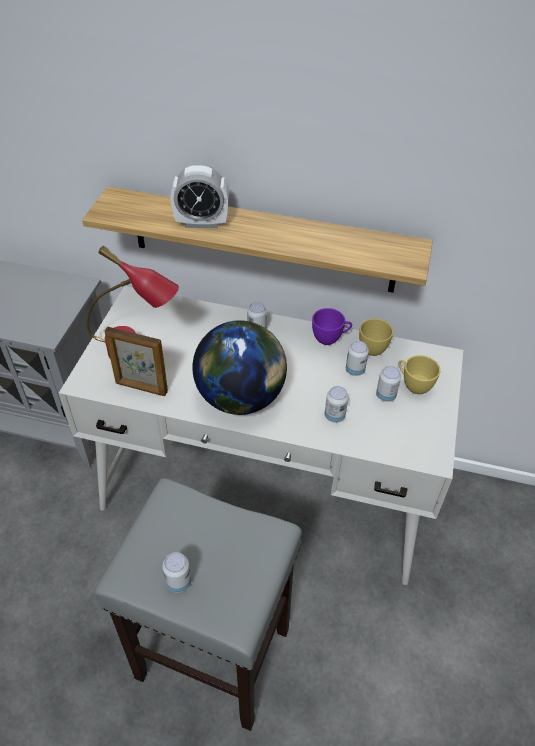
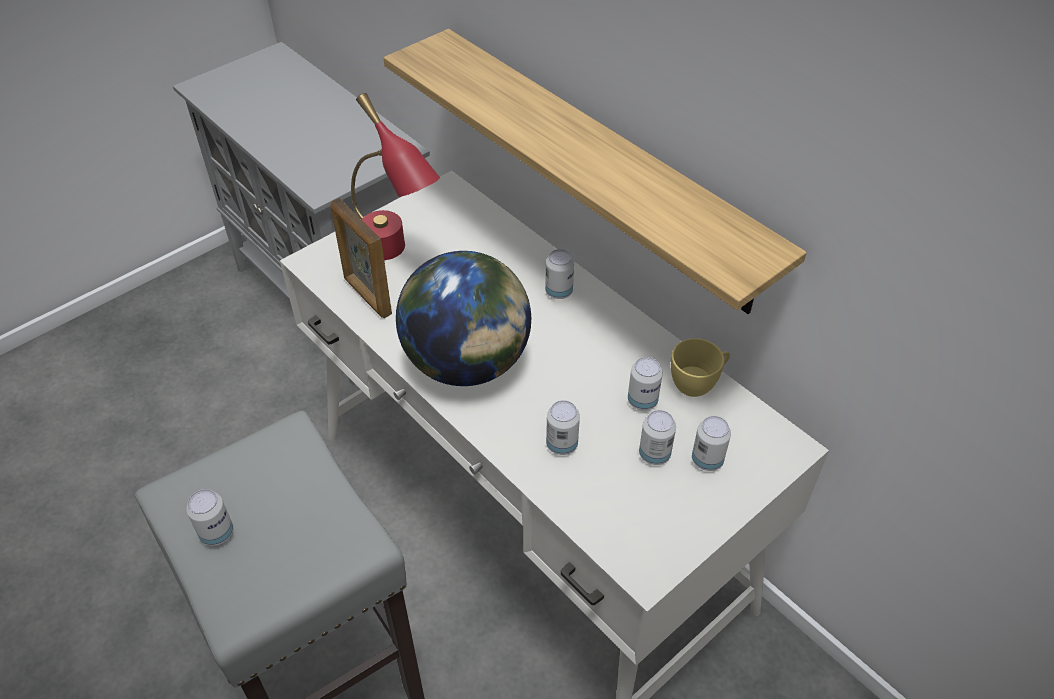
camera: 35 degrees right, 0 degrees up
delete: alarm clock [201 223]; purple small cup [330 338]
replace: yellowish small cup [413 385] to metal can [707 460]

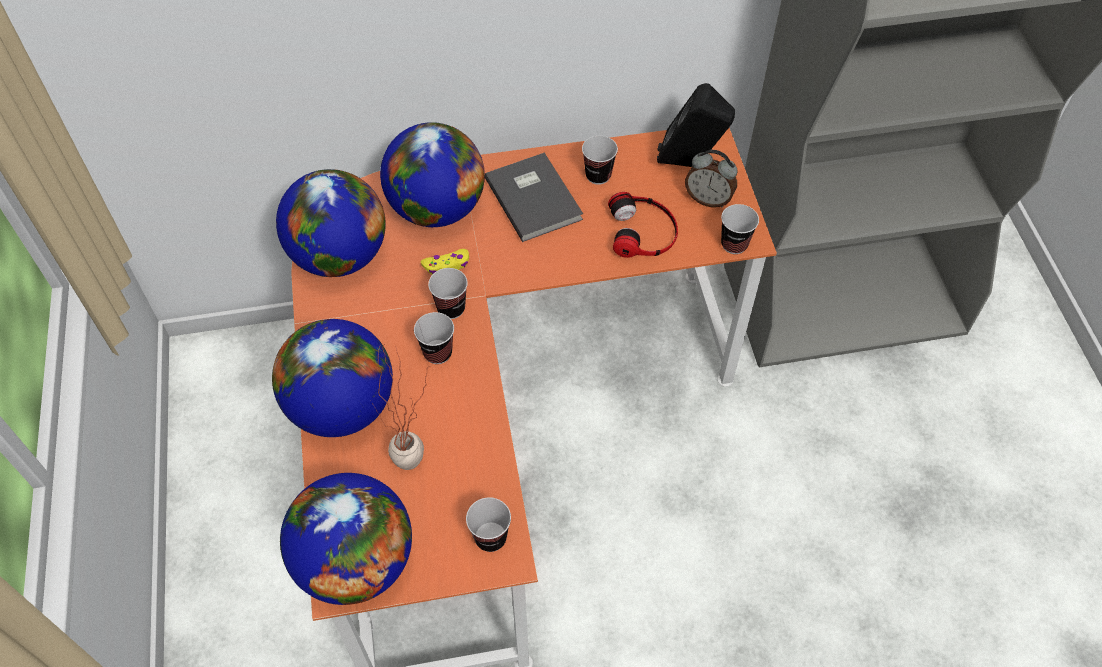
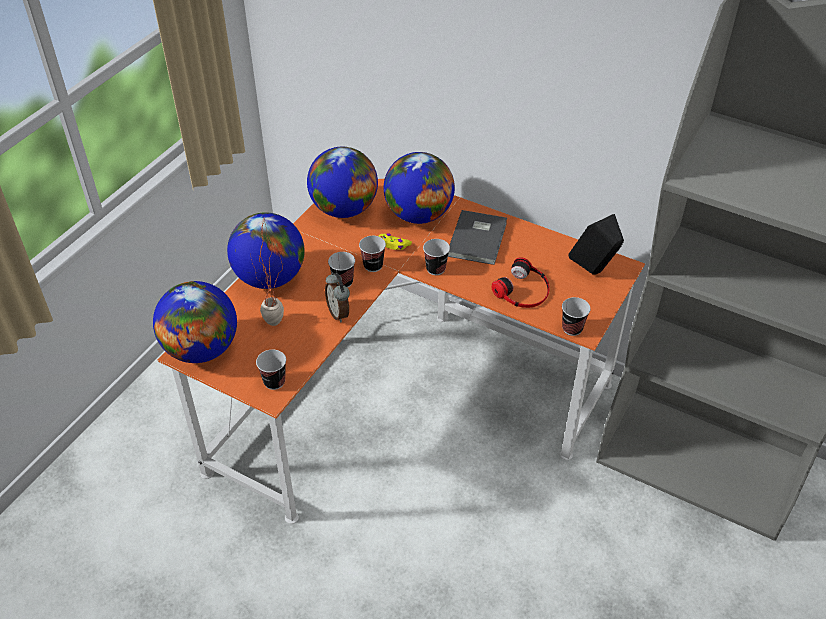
camera: 40 degrees right, 10 degrees down
move: small cup [598 175] to [435 269]; alarm clock [708 199] to [339 313]

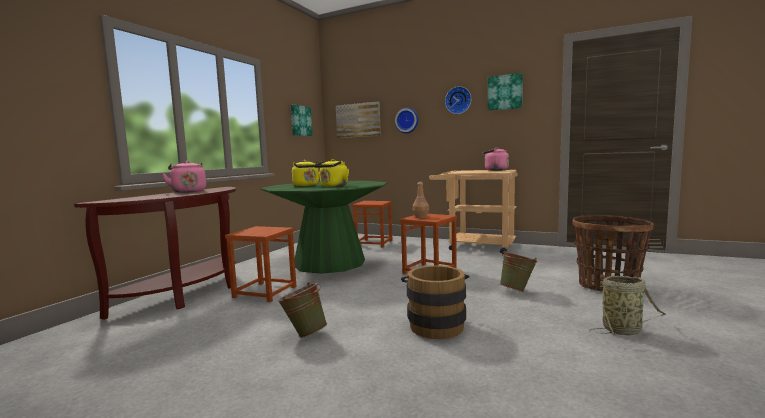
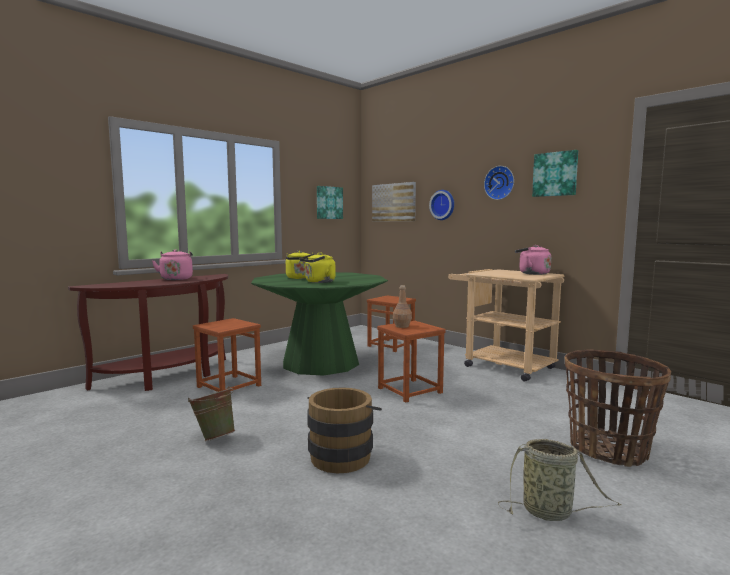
camera: 20 degrees right, 0 degrees up
delete: green bucket [517 290]

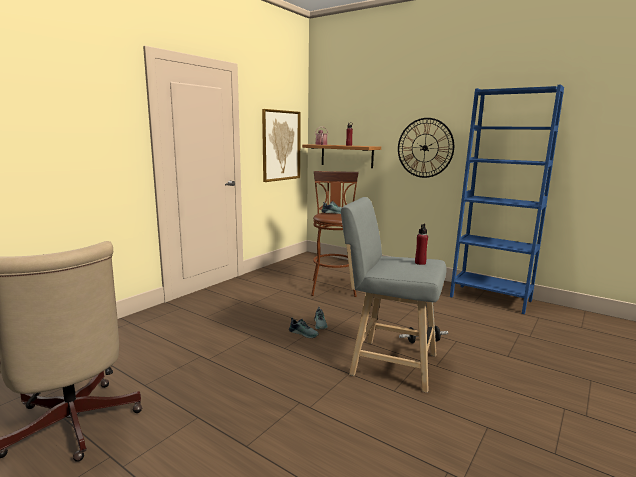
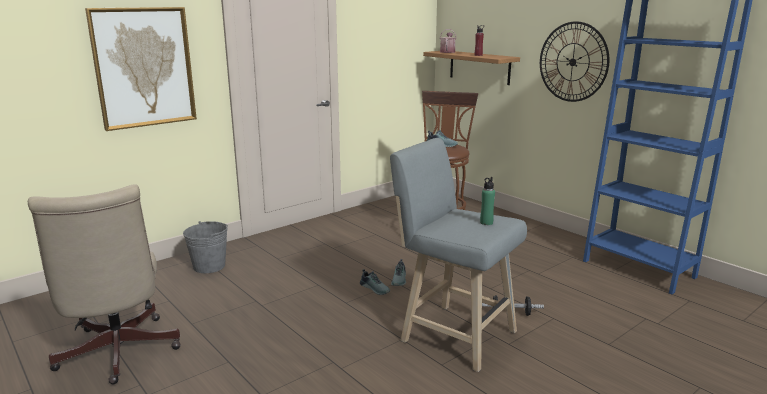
camera: 15 degrees right, 5 degrees up
insert: gray bucket [209 266]
move: wall art [281 145] to [144 67]
recolor: red-coloured drink bottle [420 263] to green drink bottle [486 222]

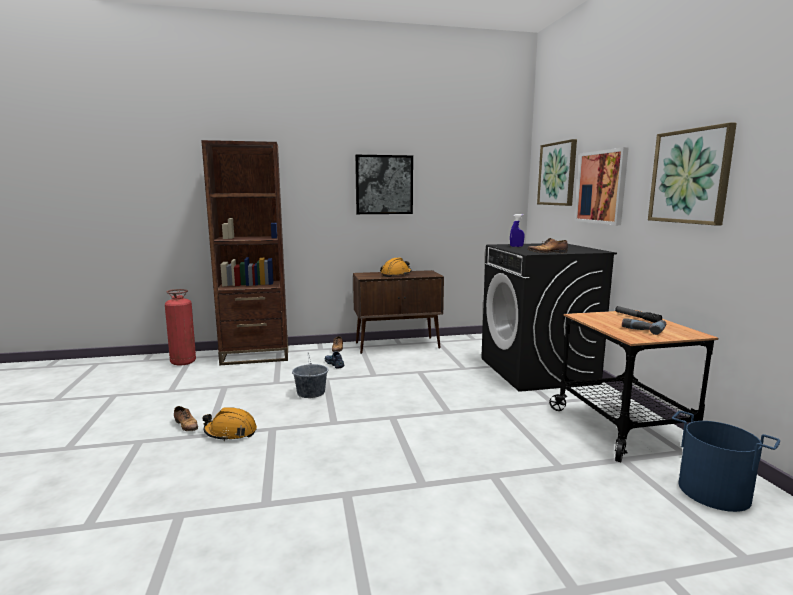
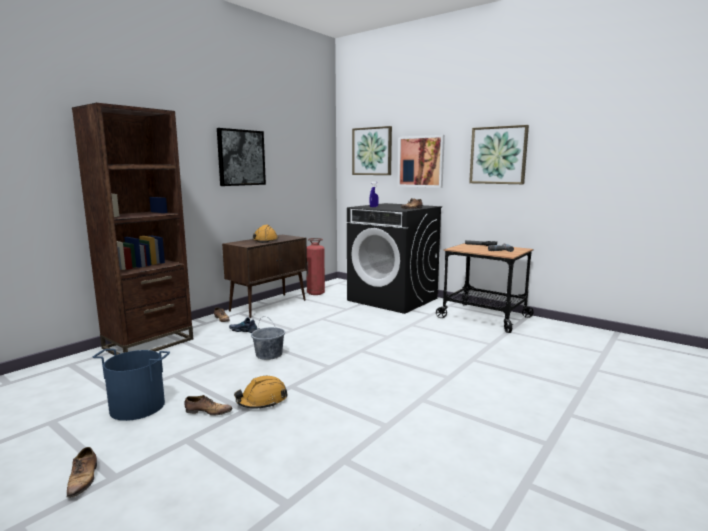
camera: 40 degrees left, 0 degrees up
insert: shoe [83 480]
move: extinguisher [183 362] to [315 293]; blue bucket [714 491] to [138 406]

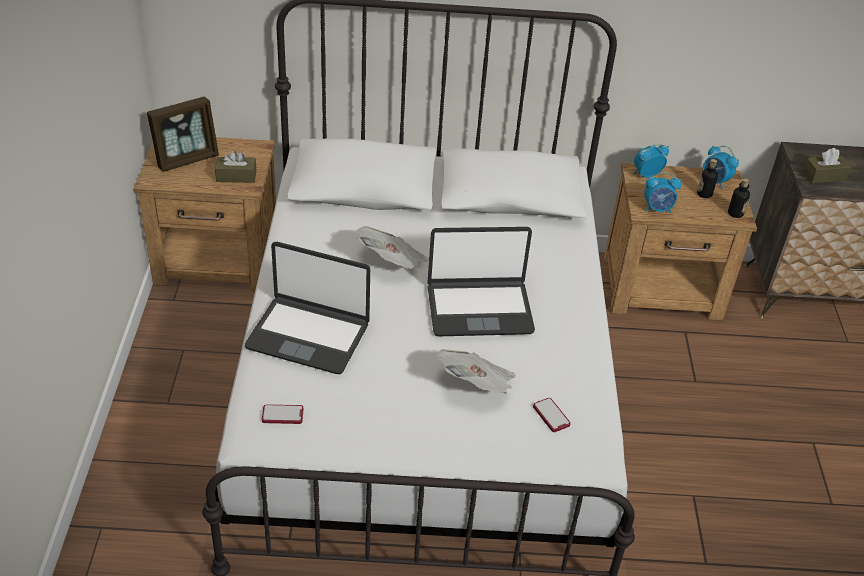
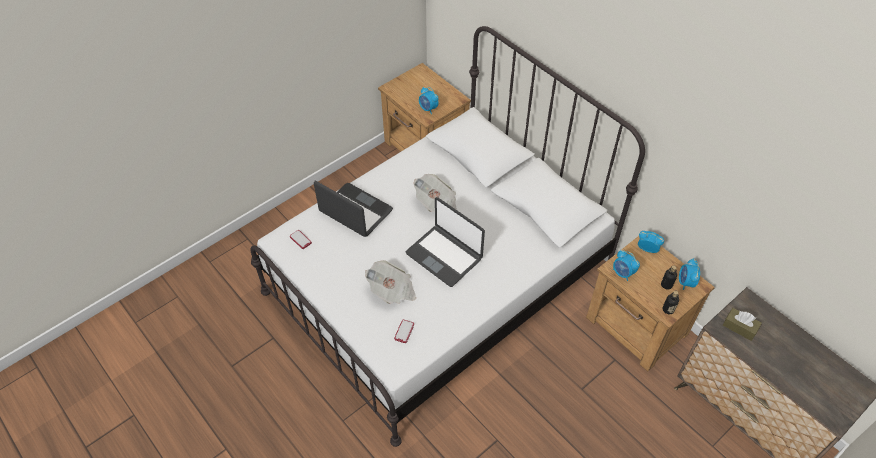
camera: 50 degrees right, 10 degrees up
delete: picture frame [187 159]
replace: brownish tissue holder [236 176] to alarm clock [428 109]
rotate: notebook computer [308 335] = [355 211] 150 degrees clockwise

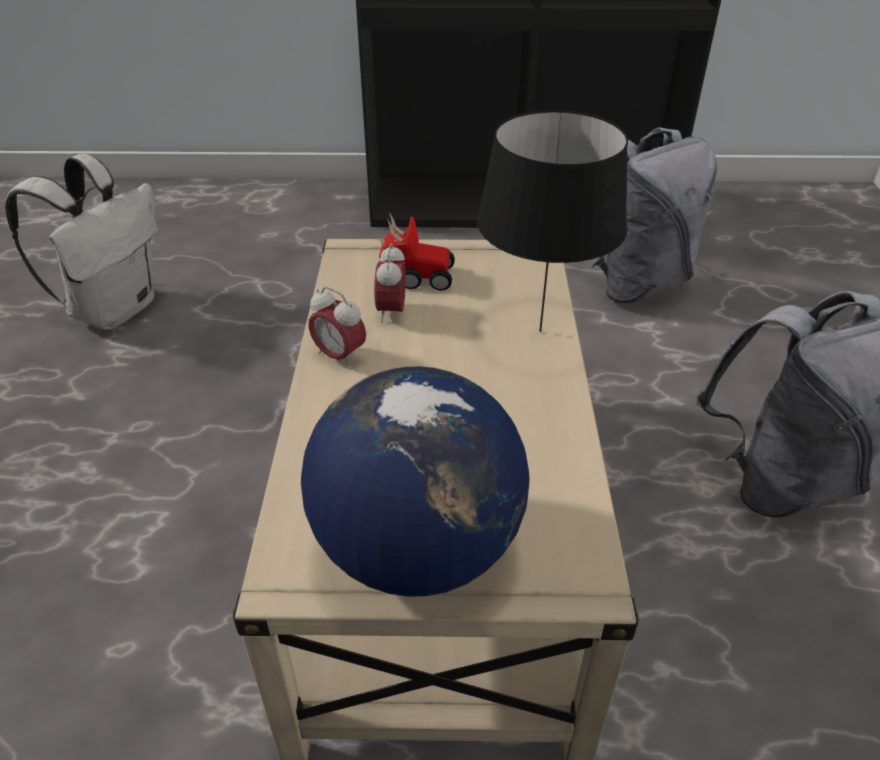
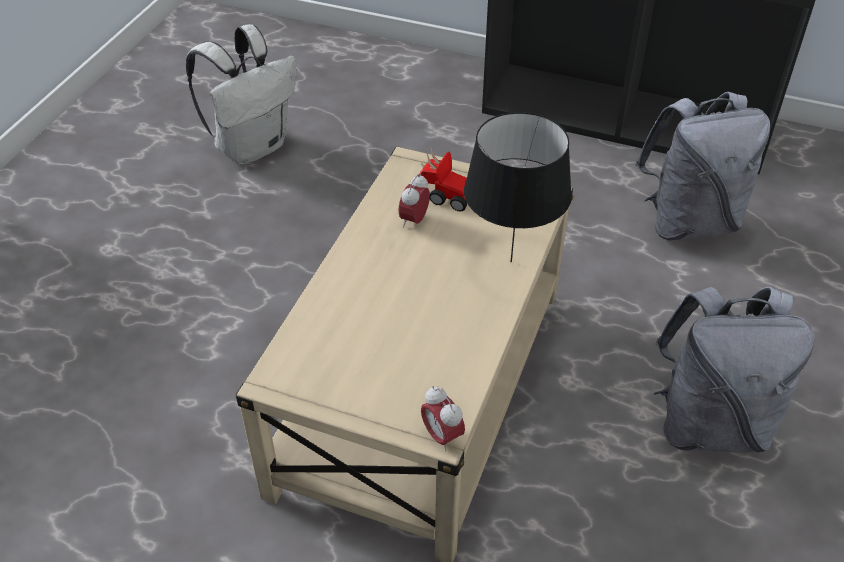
camera: 20 degrees right, 5 degrees up
delete: world globe [417 548]
move: alarm clock [339 356] to [442 436]

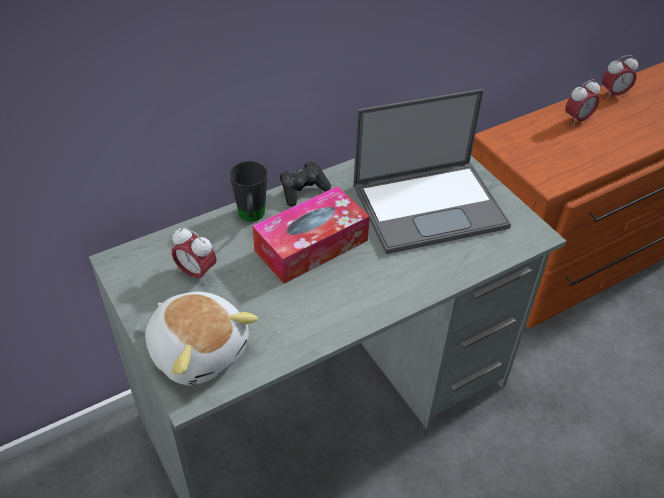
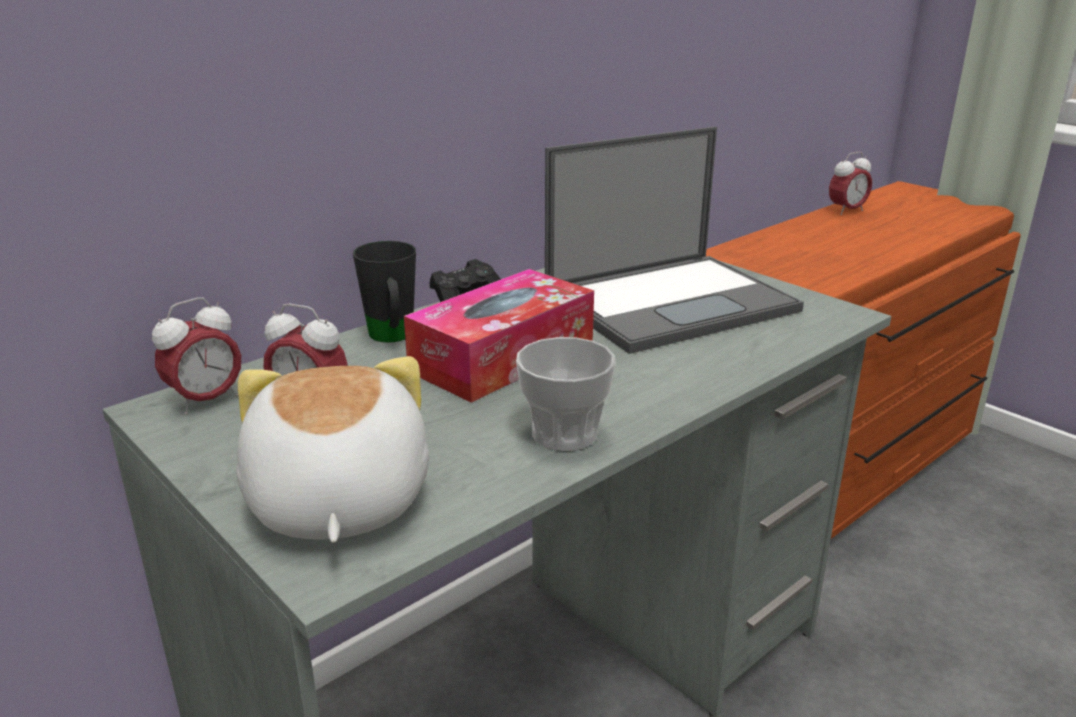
camera: 10 degrees left, 20 degrees down
insert: small cup [564 434]
move: alarm clock [577 120] to [206 401]
rotate: plush toy [199 350] = [335 501] 135 degrees counterclockwise

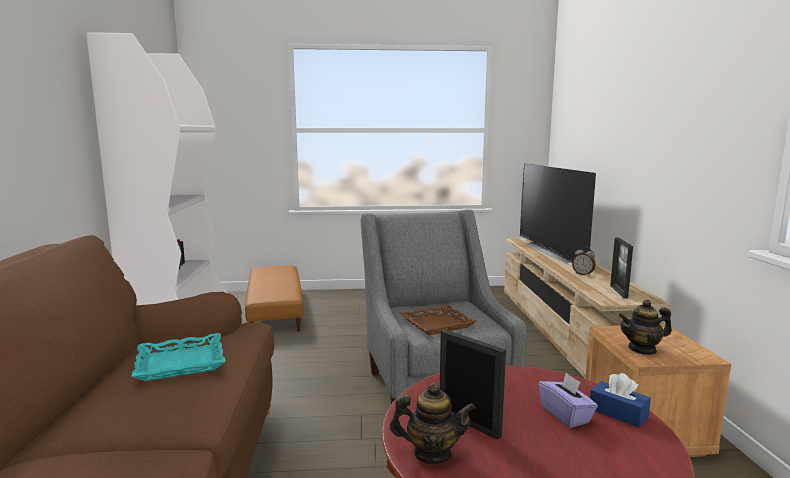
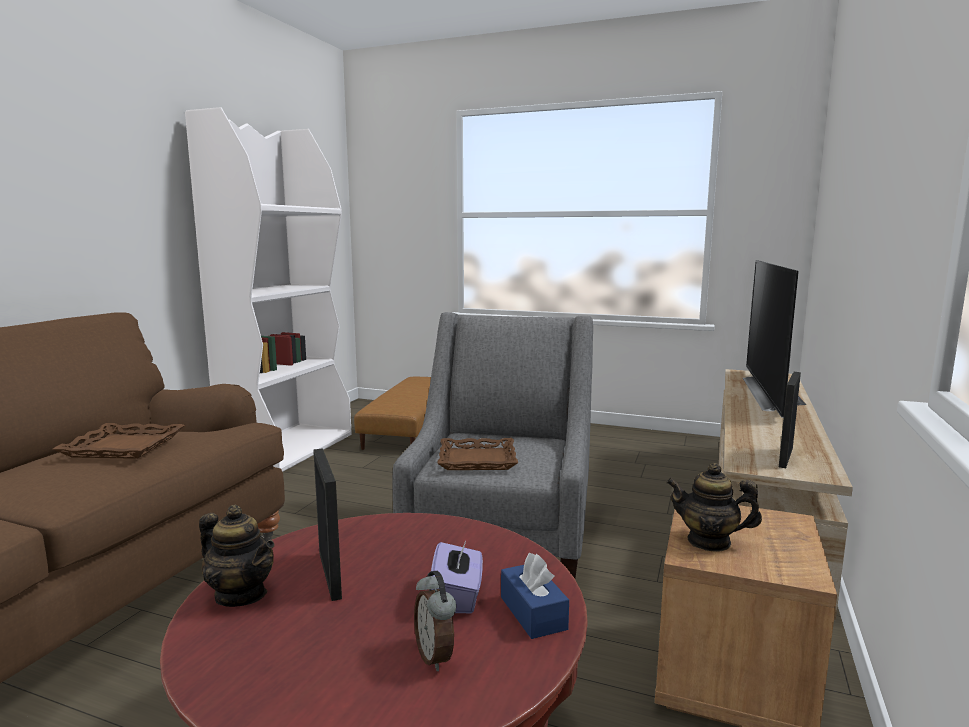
camera: 25 degrees right, 0 degrees up
move: alarm clock [583 274] to [436 656]
recolor: blue-green carrying tray [180 363] to brownish carrying tray [123 447]

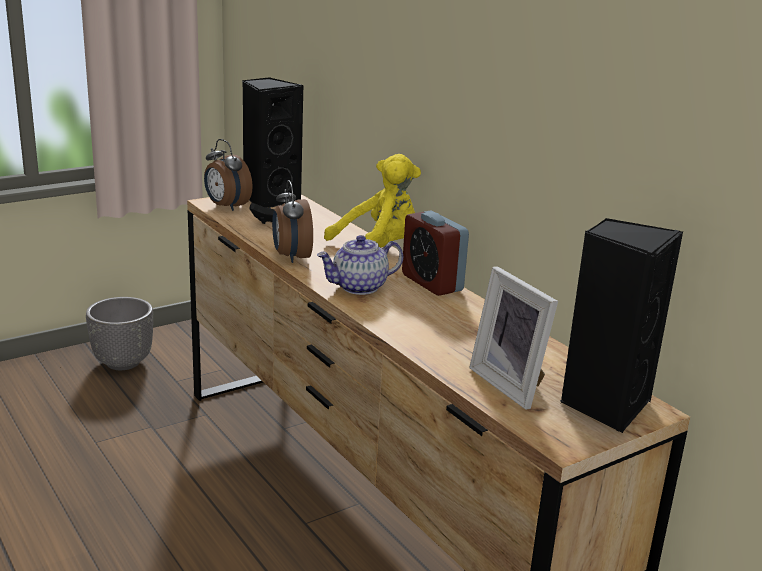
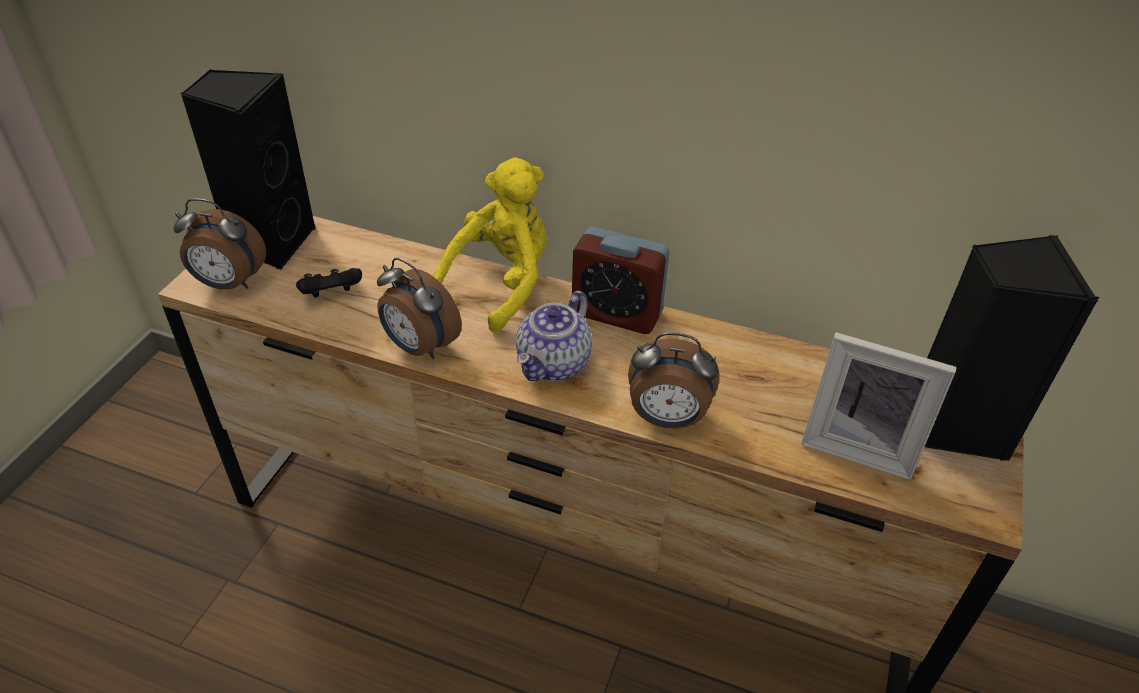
camera: 35 degrees left, 20 degrees up
delete: gray plant pot [123 362]
insert: alarm clock [667 419]

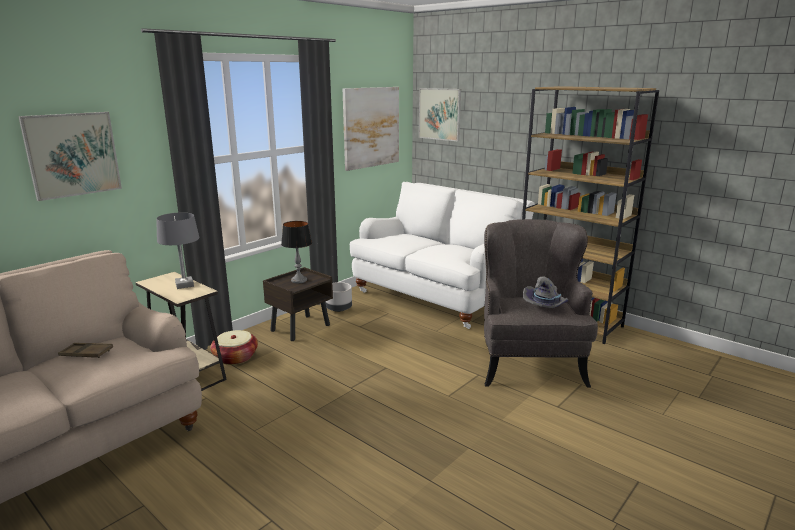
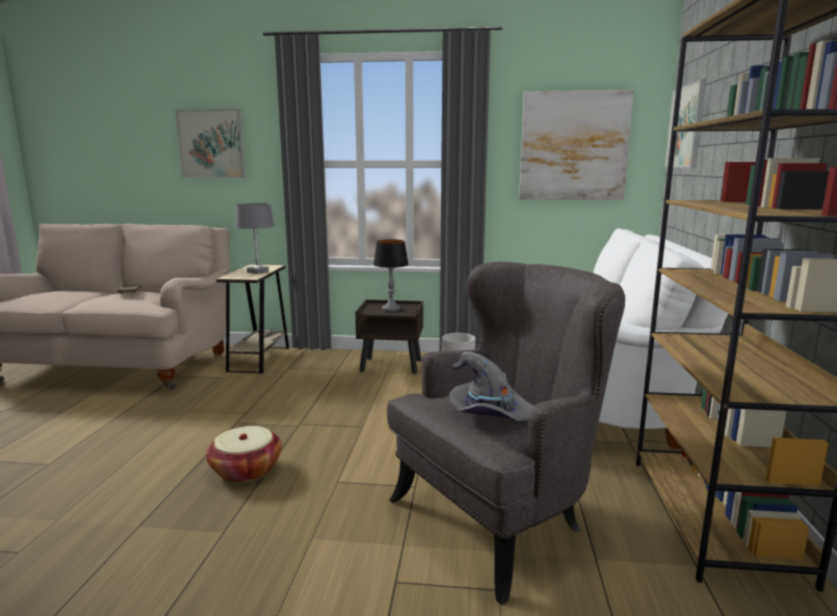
camera: 55 degrees right, 5 degrees down
move: household basket [235 357] to [246 470]

